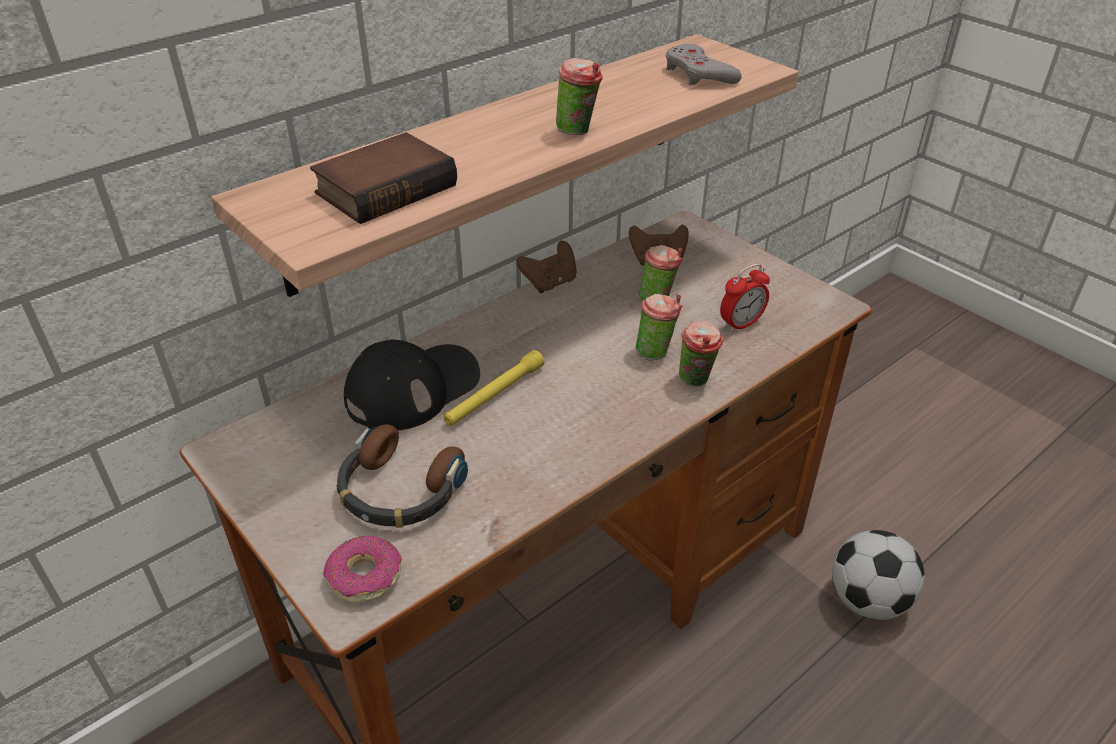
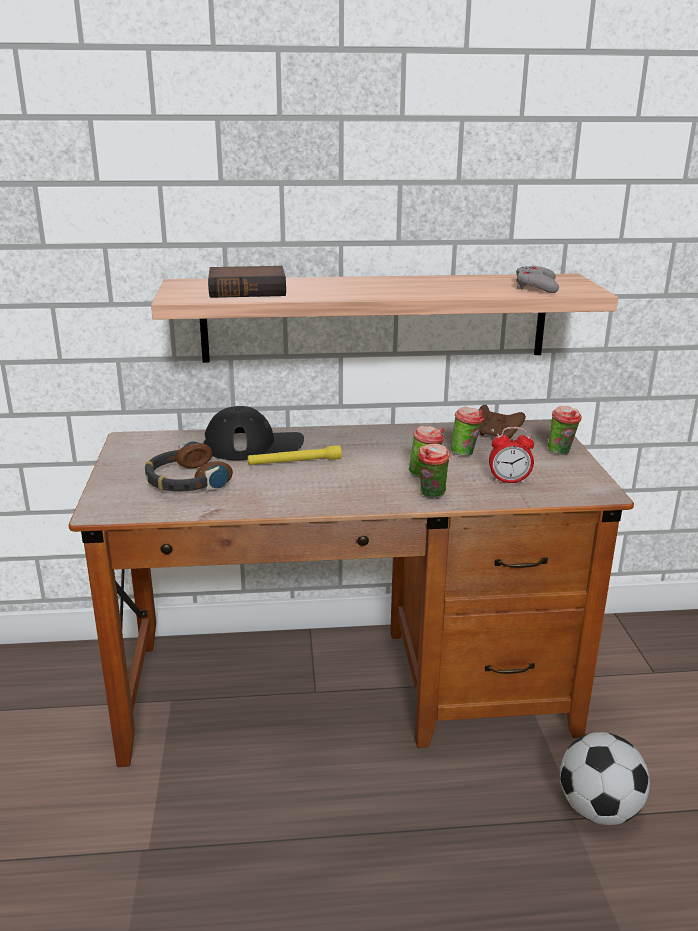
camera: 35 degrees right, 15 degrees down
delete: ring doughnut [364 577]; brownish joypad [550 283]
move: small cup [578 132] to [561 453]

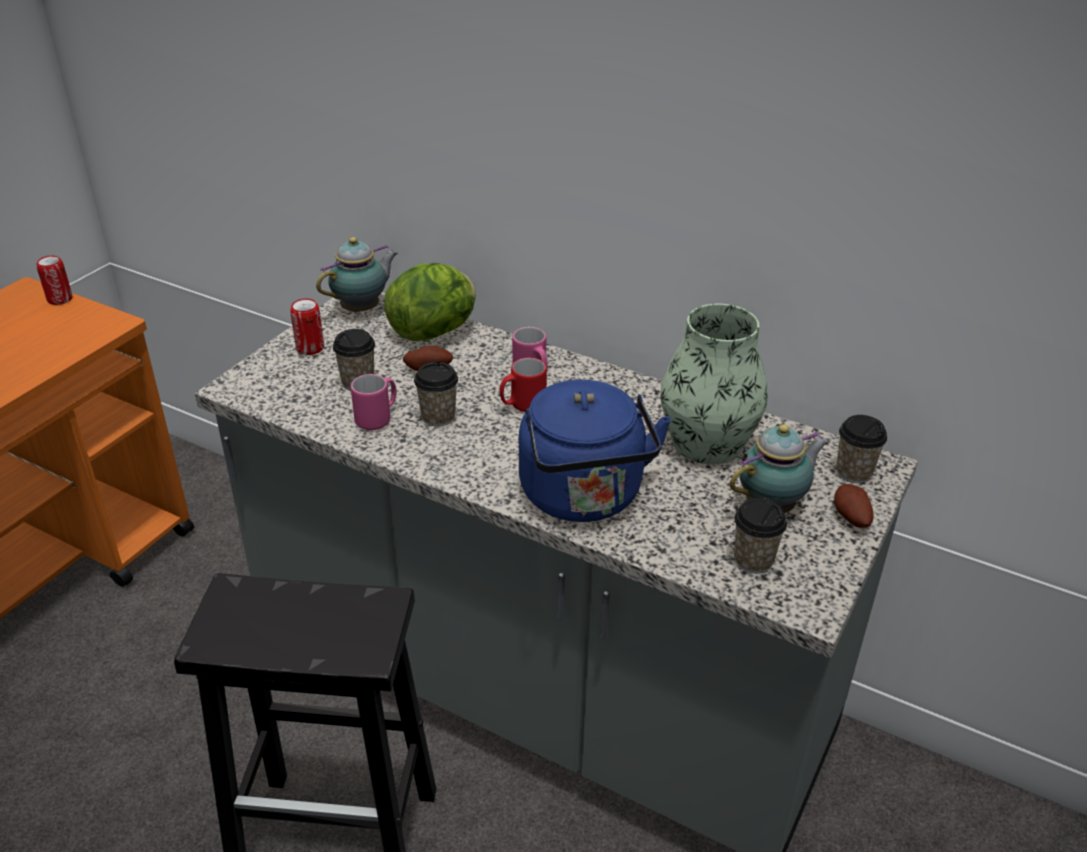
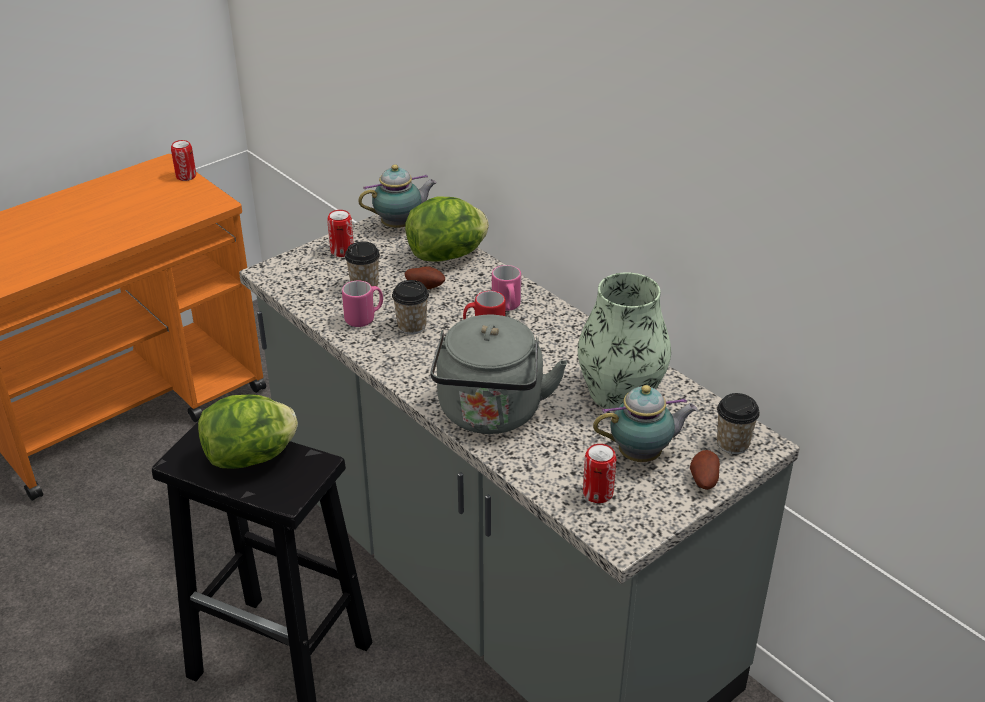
camera: 20 degrees right, 0 degrees up
insert: lettuce [251 457]
replace: small cup [753 560] to metal can [598 493]
recolor: blue kettle [584 498] to gray kettle [490 414]

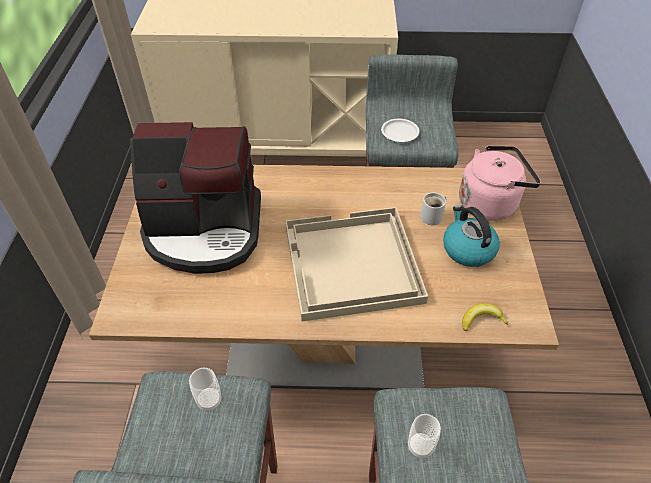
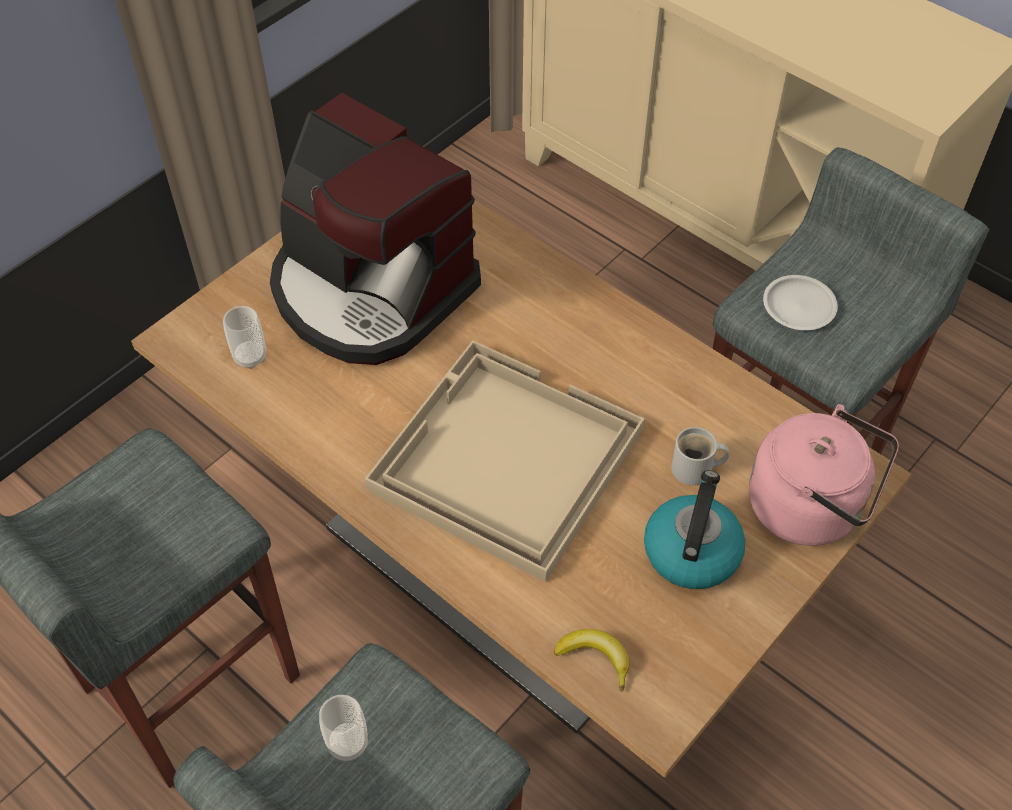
camera: 40 degrees right, 5 degrees up
move: small cup [209 400] to [250 357]

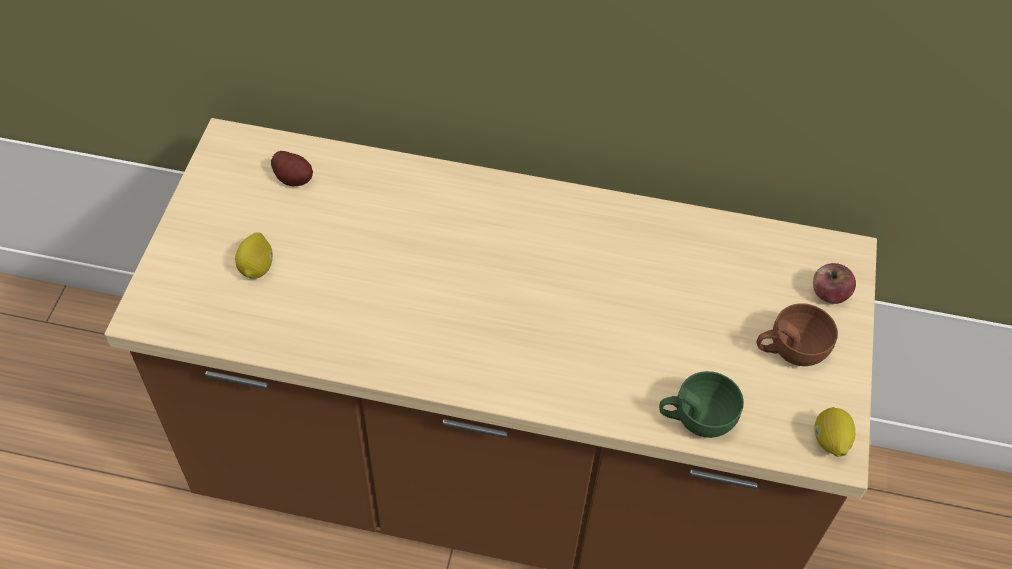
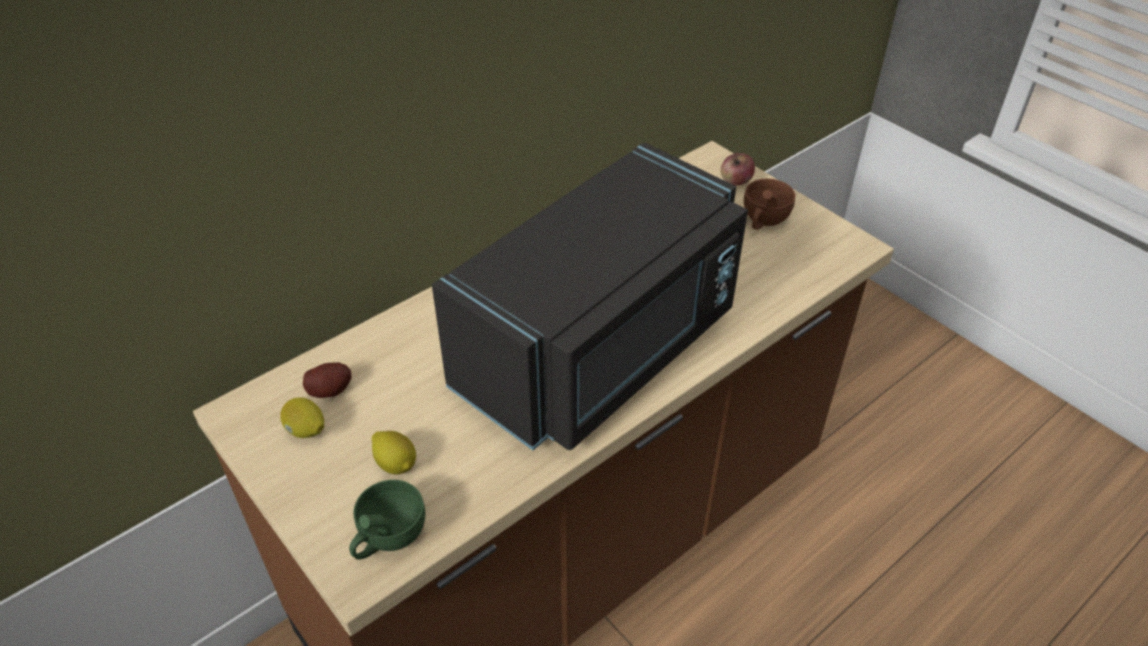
camera: 50 degrees left, 10 degrees down
insert: blackish kitchen microwave [602 351]
move: green small cup [696 418] to [388 538]; whole lemon [829 441] to [306 431]

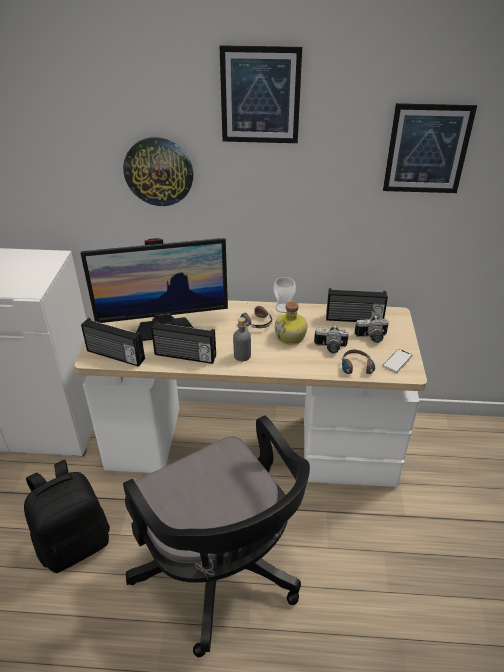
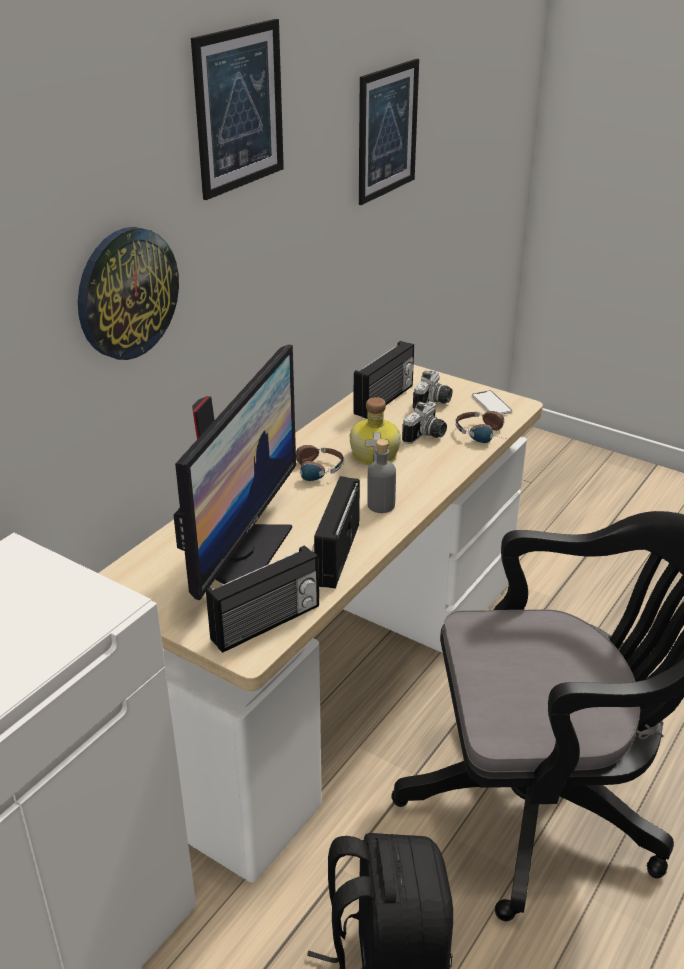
camera: 60 degrees left, 5 degrees down
delete: small cup [283 308]
rotate: radio [185 356] = [335 554] 150 degrees clockwise

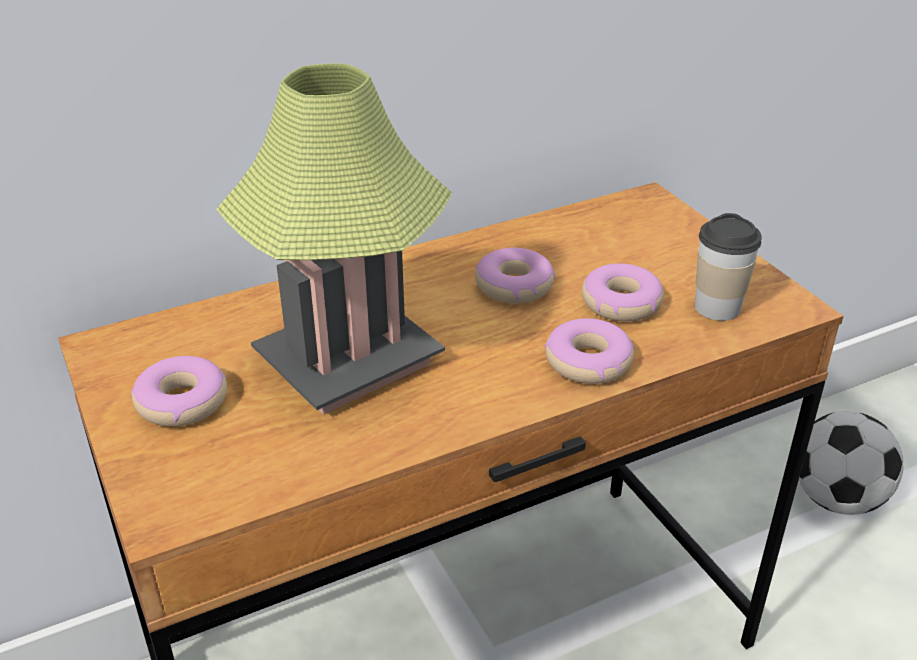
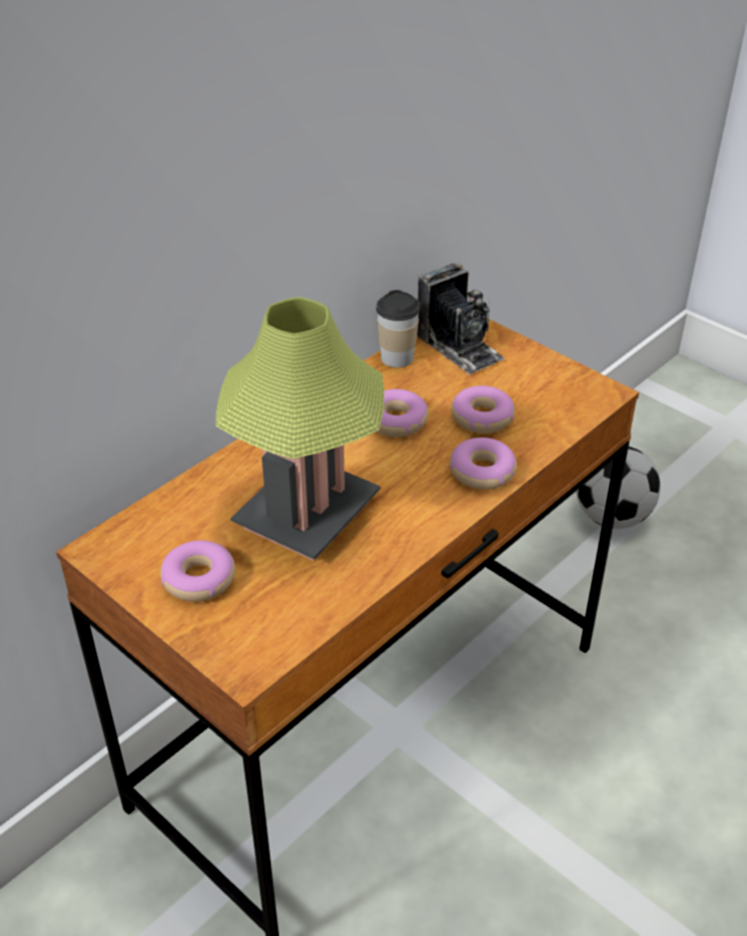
camera: 20 degrees left, 5 degrees up
insert: photo camera [459 347]
move: small cup [717 308] to [397 358]

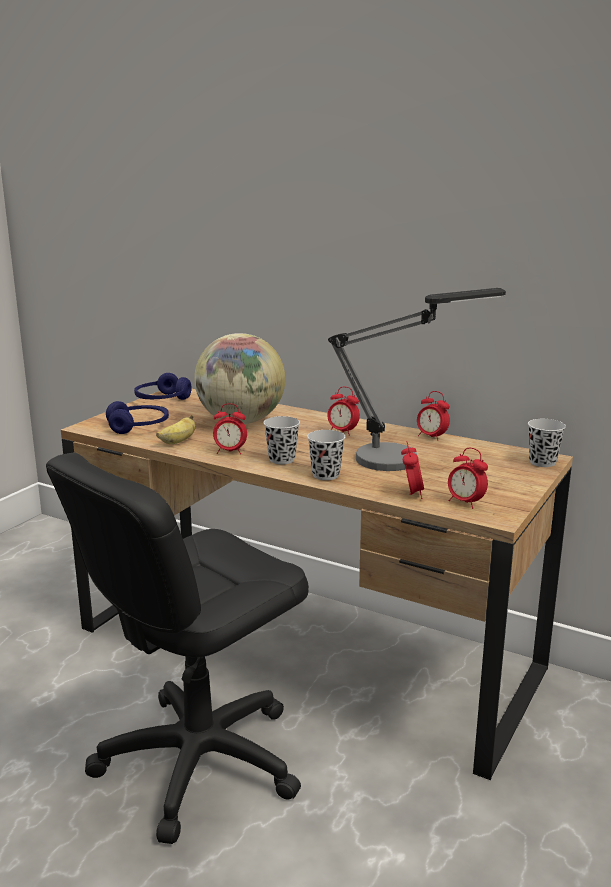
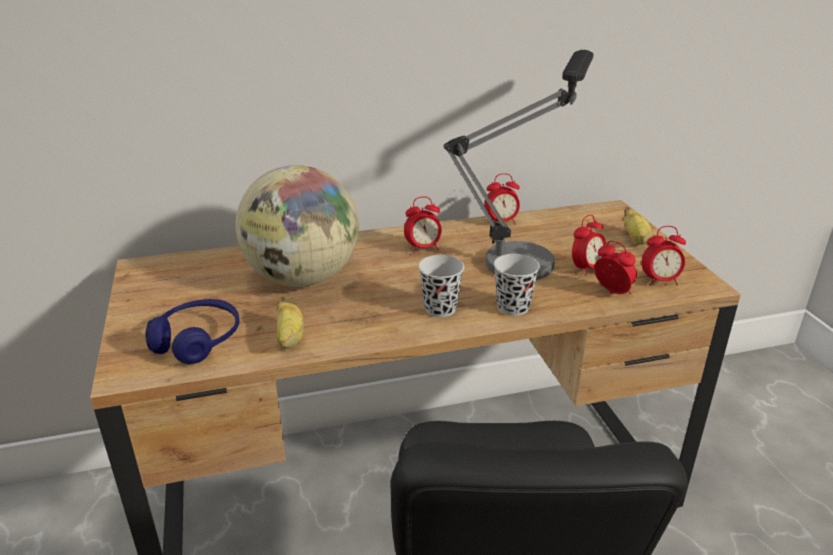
camera: 45 degrees left, 10 degrees up
delete: blue headphones [162 400]; blackish small cup [542 462]
insert: banana [636 239]
move: alarm clock [230 452] to [586 269]

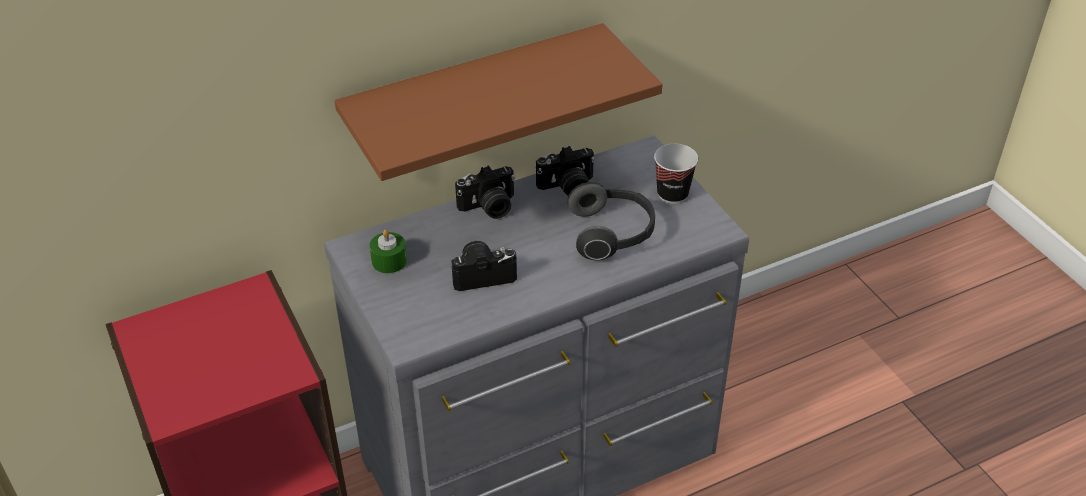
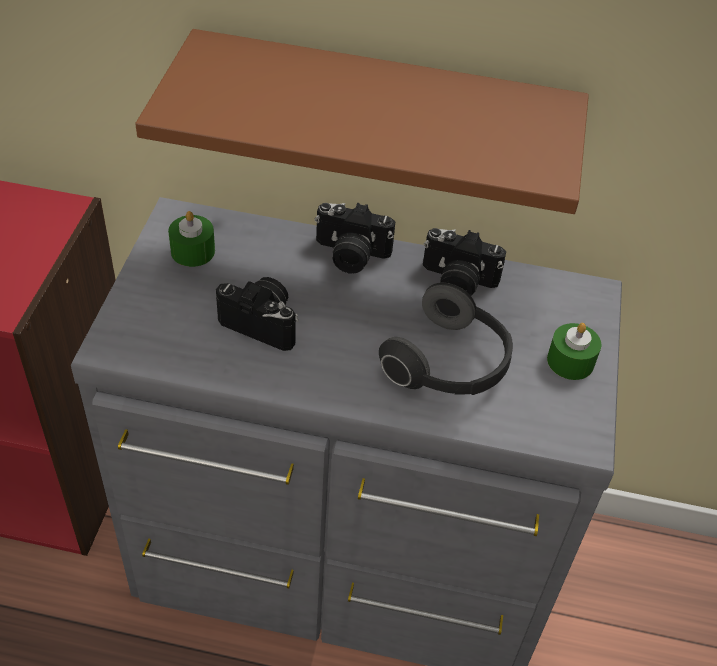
camera: 35 degrees right, 5 degrees up
replace: small cup [672 194] to green wax candle [570 361]

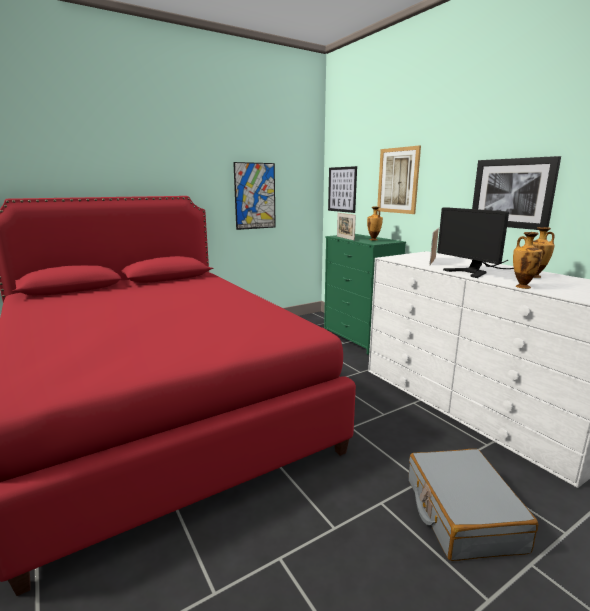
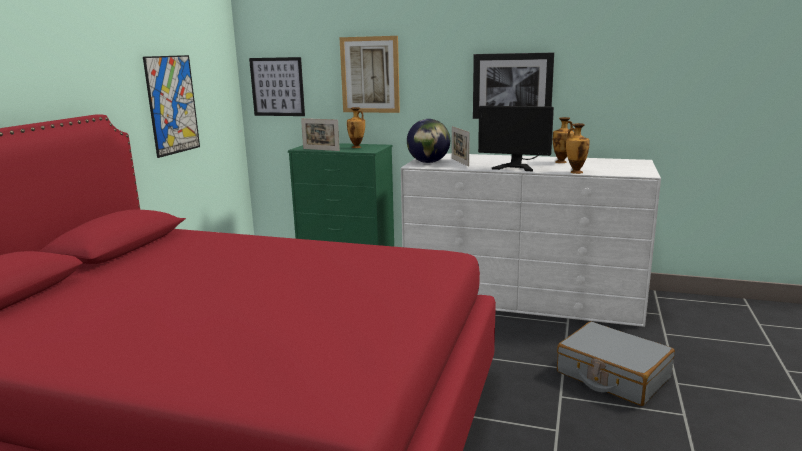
camera: 40 degrees left, 0 degrees up
insert: world globe [428 162]

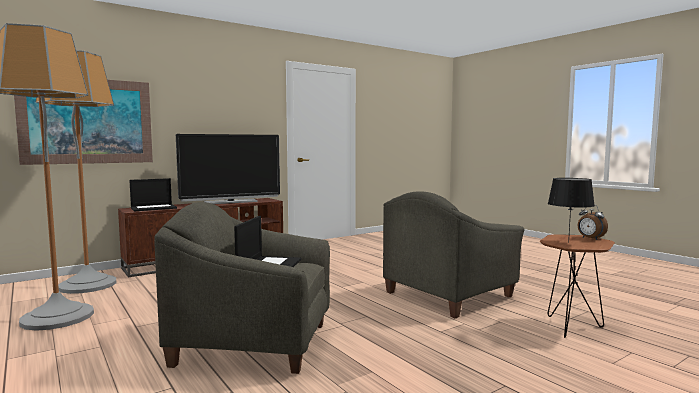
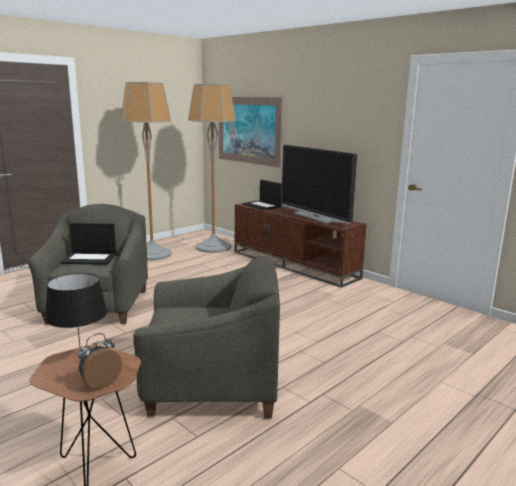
camera: 80 degrees right, 10 degrees up
rotate: gray easy chair [449 295] = [212 385] 135 degrees clockwise

